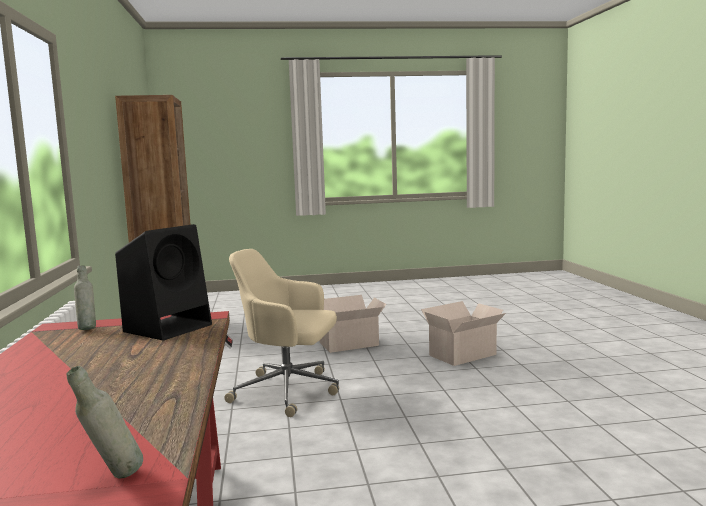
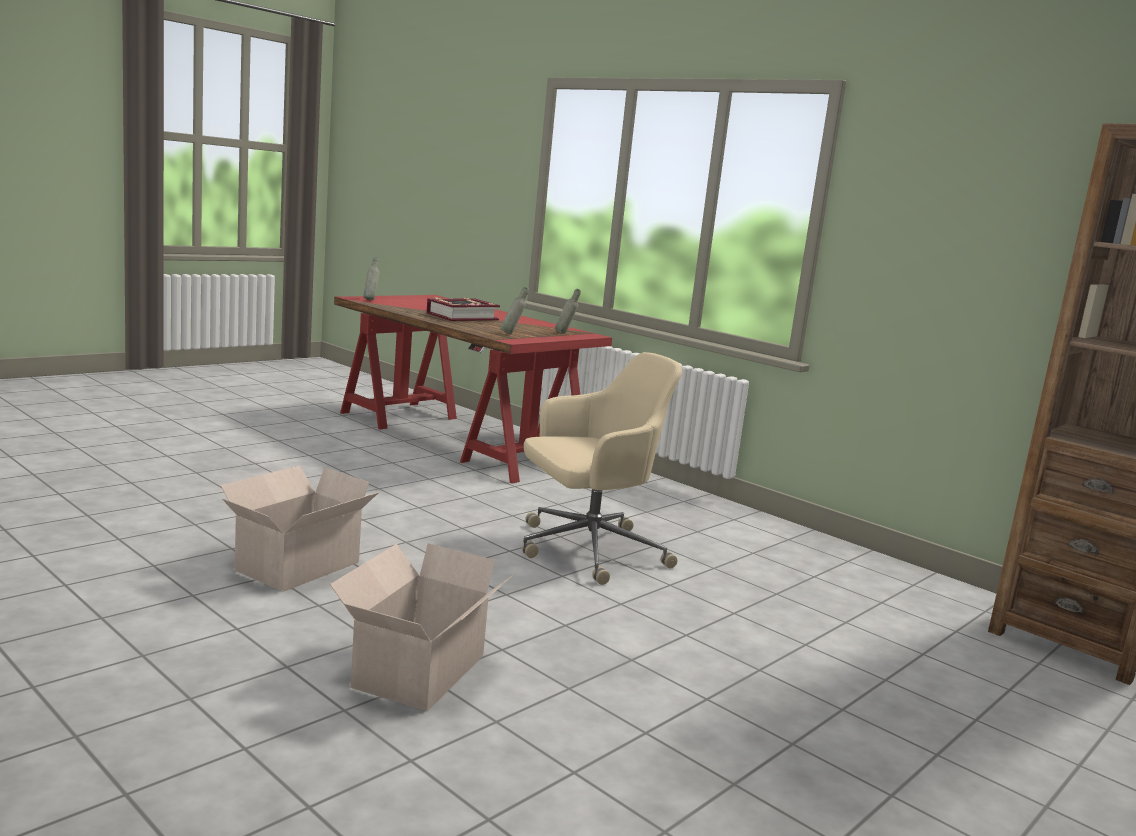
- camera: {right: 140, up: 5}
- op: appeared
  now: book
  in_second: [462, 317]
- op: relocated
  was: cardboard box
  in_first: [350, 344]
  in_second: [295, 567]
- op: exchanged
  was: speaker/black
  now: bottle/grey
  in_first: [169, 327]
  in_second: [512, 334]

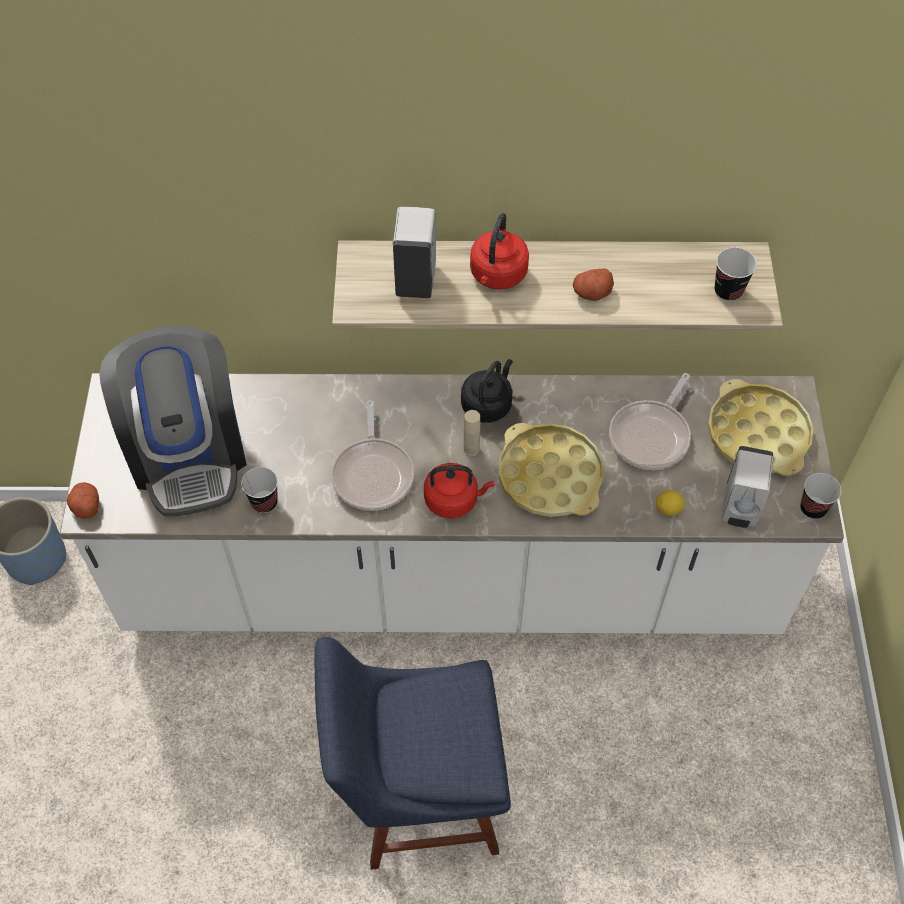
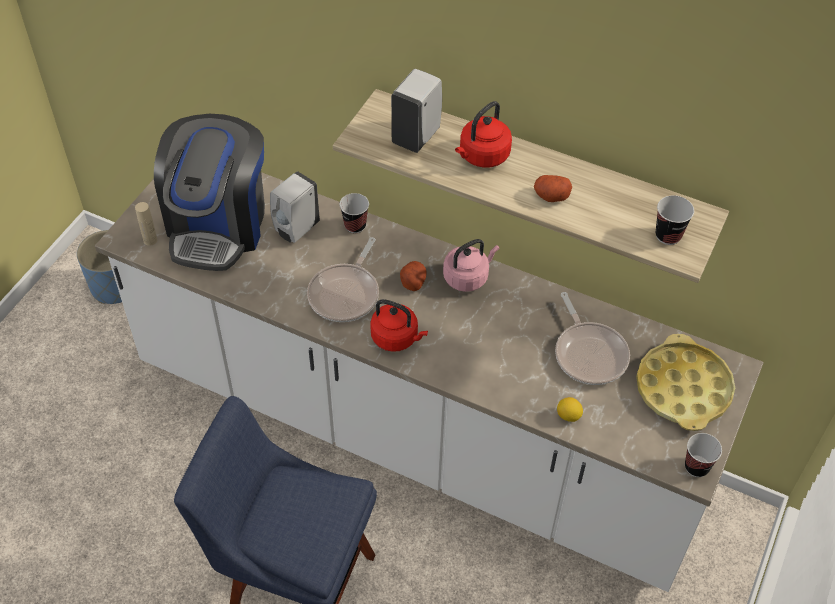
- camera: {right: 25, up: -5}
- op: missing
  was: tray/yellow
  in_first: [549, 476]
- op: relocated
  was: potato
  in_first: [86, 506]
  in_second: [413, 281]
- op: relocated
  was: cup
  in_first: [264, 502]
  in_second: [355, 225]
- op: relocated
  was: bottle/beige
  in_first: [471, 449]
  in_second: [150, 240]
- op: relocated
  was: soap dispenser/white
  in_first: [739, 509]
  in_second: [295, 230]
- op: colour
  was: kettle/black
  now: kettle/pink
  in_first: [488, 404]
  in_second: [467, 277]
- op: spun
  was: frying pan
  in_first: [651, 436]
  in_second: [589, 353]
  clockwise: -75

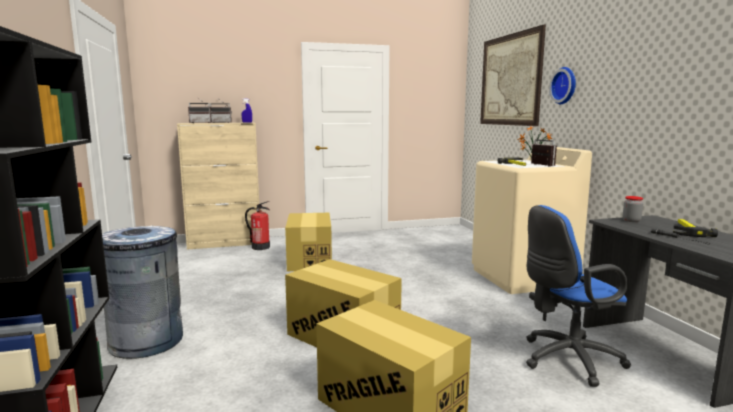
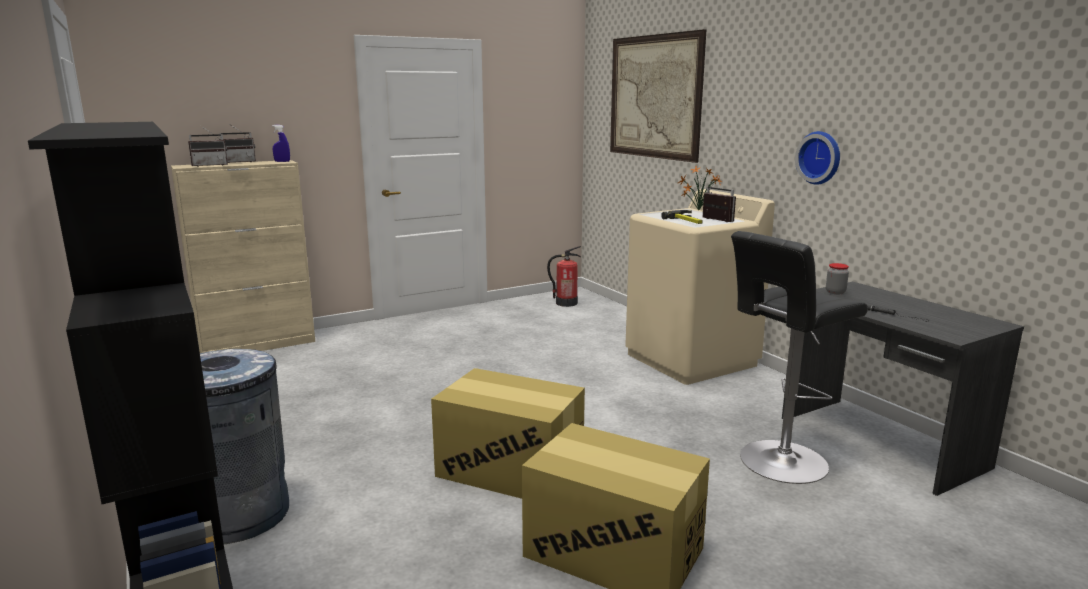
- camera: {right: -15, up: 5}
- op: missing
  was: cardboard box
  in_first: [309, 260]
- op: missing
  was: hammer
  in_first: [686, 230]
- op: relocated
  was: fire extinguisher
  in_first: [260, 247]
  in_second: [566, 303]
- op: relocated
  was: wall clock
  in_first: [565, 85]
  in_second: [820, 157]
- op: exchanged
  was: office chair/blue
  now: stool/black
  in_first: [566, 360]
  in_second: [779, 463]

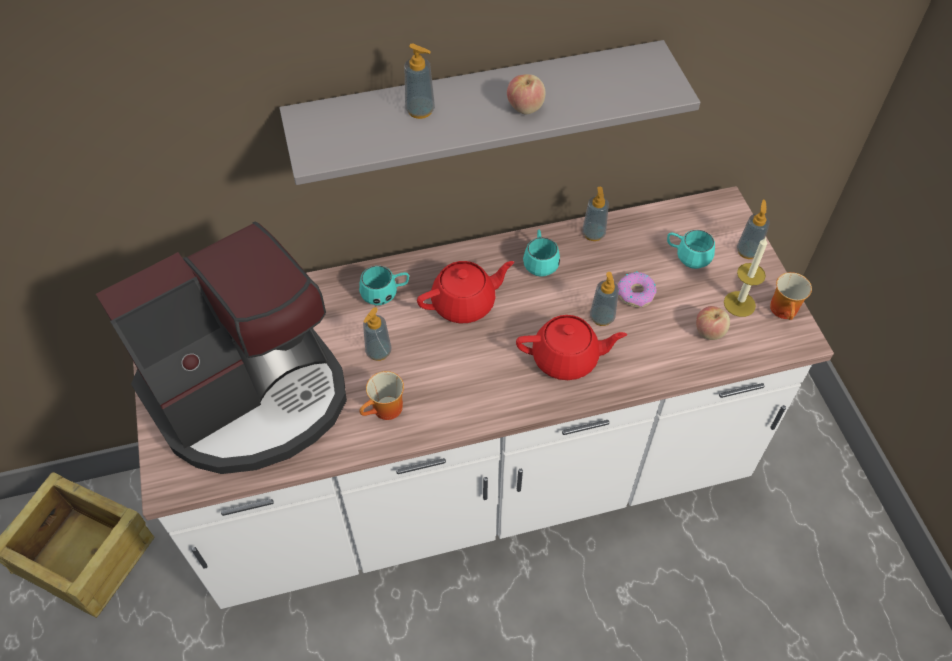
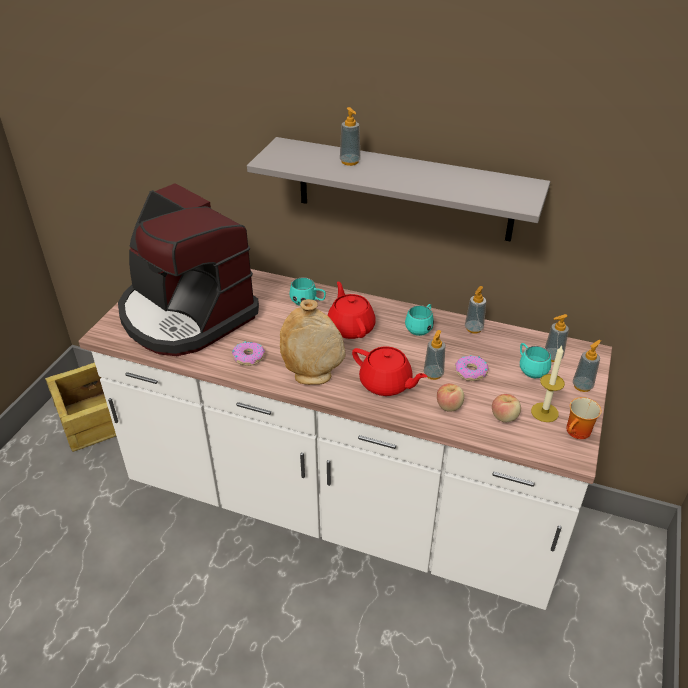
- camera: {right: 35, up: -15}
- op: appeared
  now: vase/beige
  in_second: [313, 377]
- op: relocated
  was: soap dispenser
  in_first: [378, 352]
  in_second: [552, 357]
- op: relocated
  was: apple
  in_first: [525, 107]
  in_second: [449, 406]
- op: exchanged
  was: mug
  now: donut
  in_first: [386, 411]
  in_second: [248, 357]
- op: spun
  was: coffee machine
  in_first: [250, 394]
  in_second: [186, 314]
  clockwise: 45
- op: spun
  was: teapot/red
  in_first: [465, 303]
  in_second: [351, 327]
  clockwise: -120

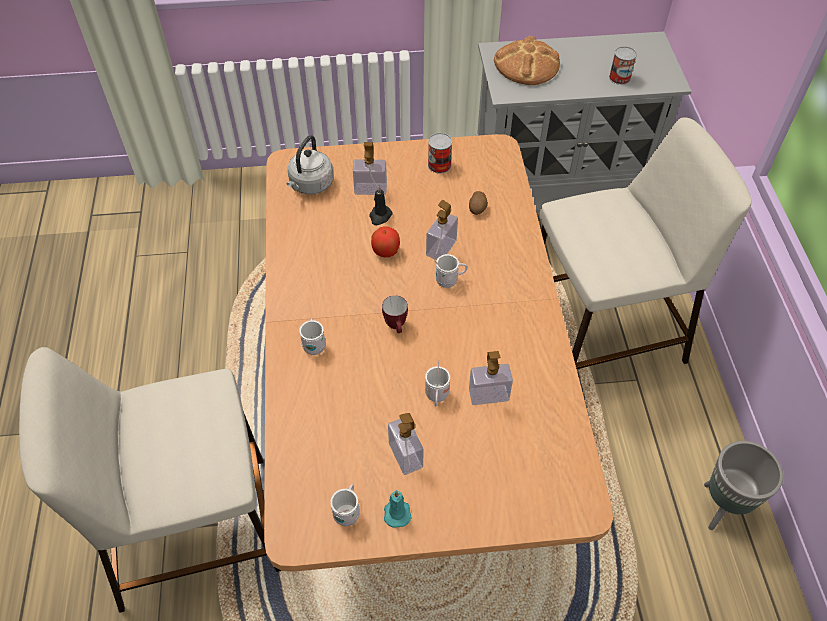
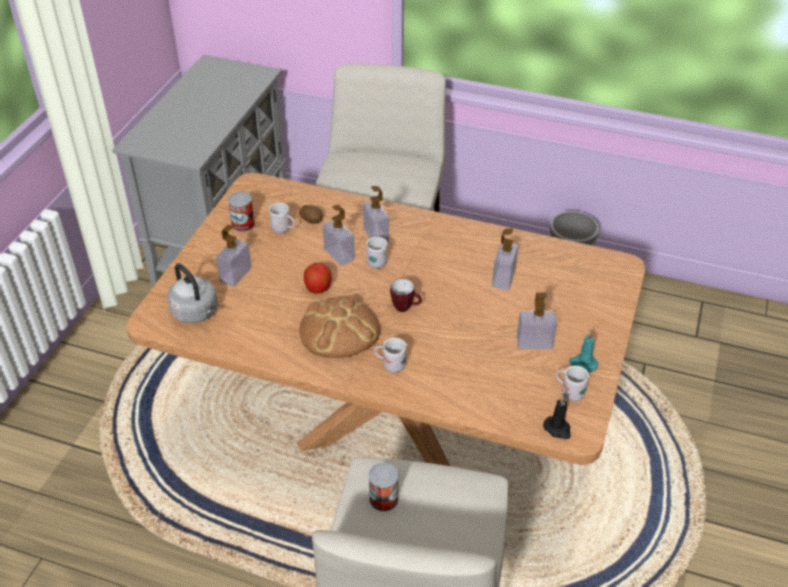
- camera: {right: -65, up: -10}
- op: appeared
  now: soap dispenser
  in_second: [376, 235]
- op: relocated
  was: candle/black
  in_first: [380, 216]
  in_second: [558, 429]
- op: relocated
  was: mug/white
  in_first: [436, 397]
  in_second: [283, 229]
- op: relocated
  was: bread
  in_first: [526, 65]
  in_second: [339, 330]
- op: relocated
  was: can
  in_first: [619, 78]
  in_second: [383, 499]

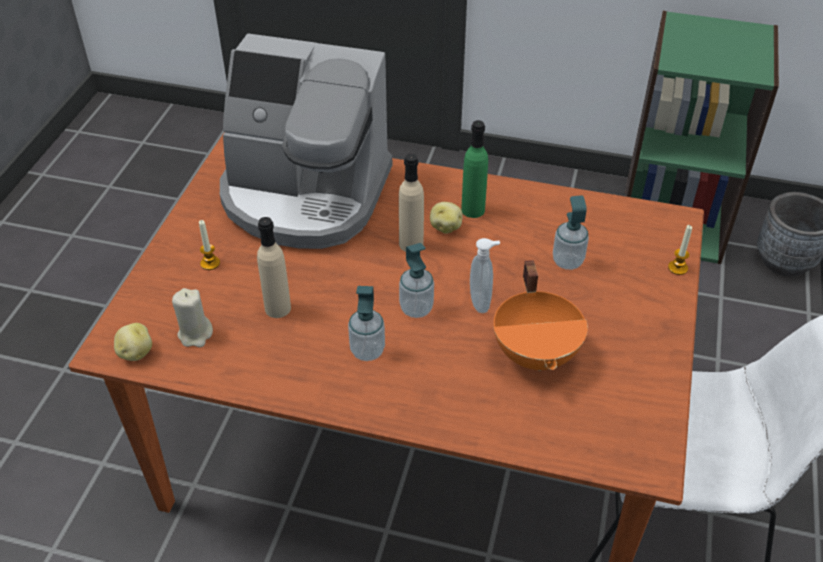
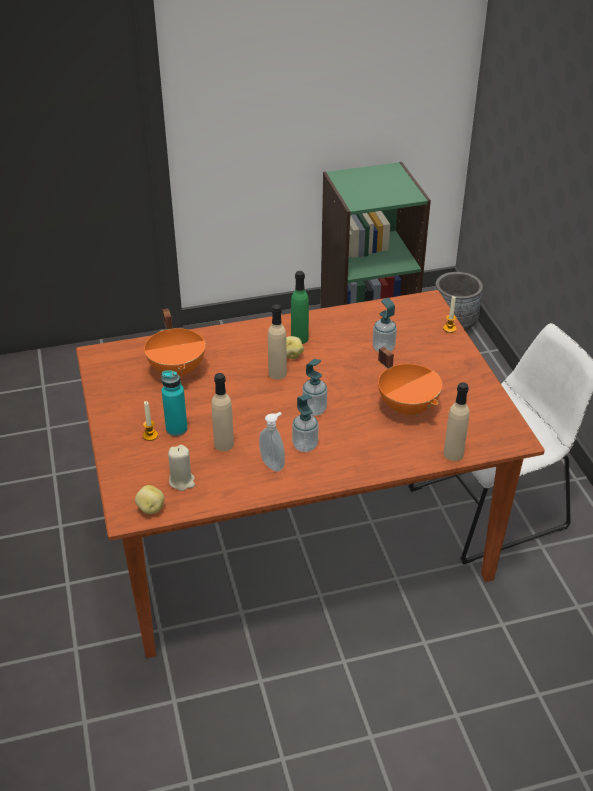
- camera: {right: -30, up: -5}
- op: appeared
  now: bottle/turquoise
  in_second: [176, 429]
- op: appeared
  now: bottle/beige
  in_second: [453, 454]
- op: relocated
  was: soap dispenser
  in_first: [481, 302]
  in_second: [273, 464]
- op: exchanged
  was: coffee machine
  now: cooking pot/orange
  in_first: [305, 195]
  in_second: [178, 369]

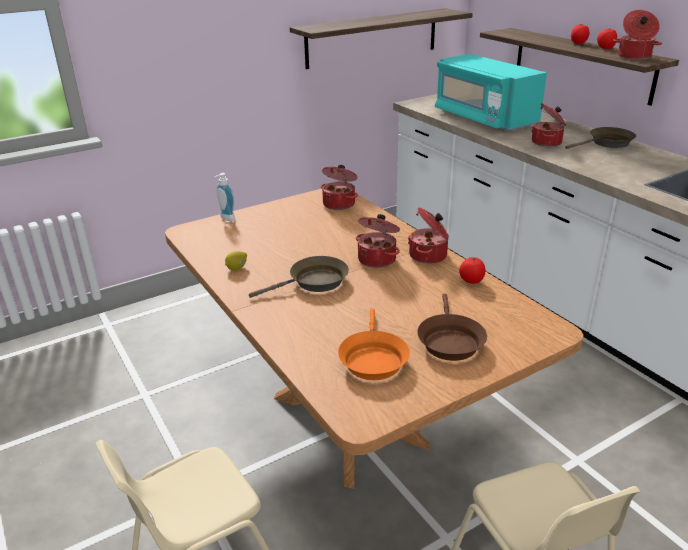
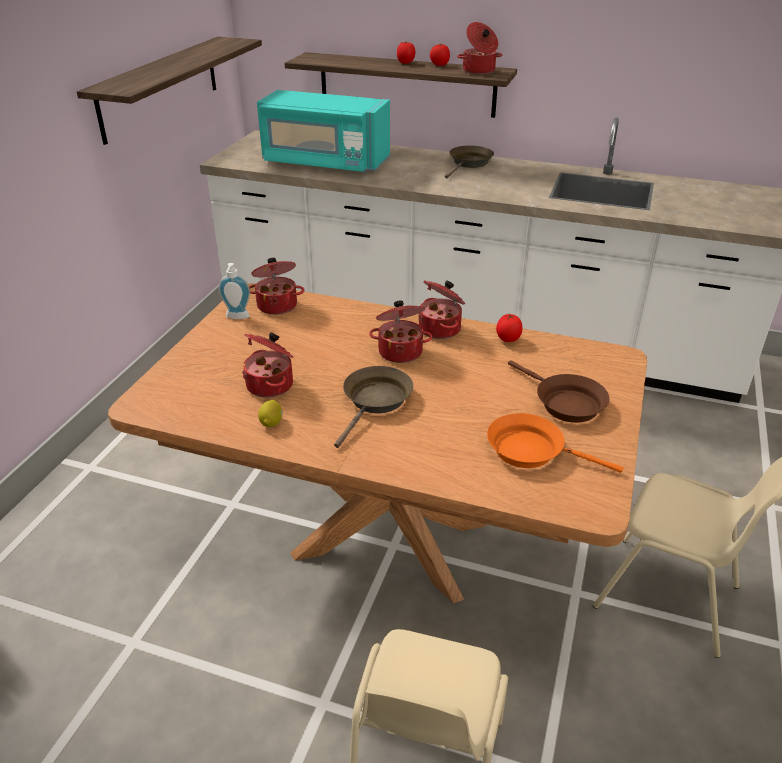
- camera: {right: -40, up: 5}
- op: relocated
  was: soap dispenser
  in_first: [226, 219]
  in_second: [237, 318]
- op: relocated
  was: cooking pot
  in_first: [547, 142]
  in_second: [271, 385]
- op: spun
  was: frying pan/orange
  in_first: [372, 359]
  in_second: [531, 451]
  clockwise: 150

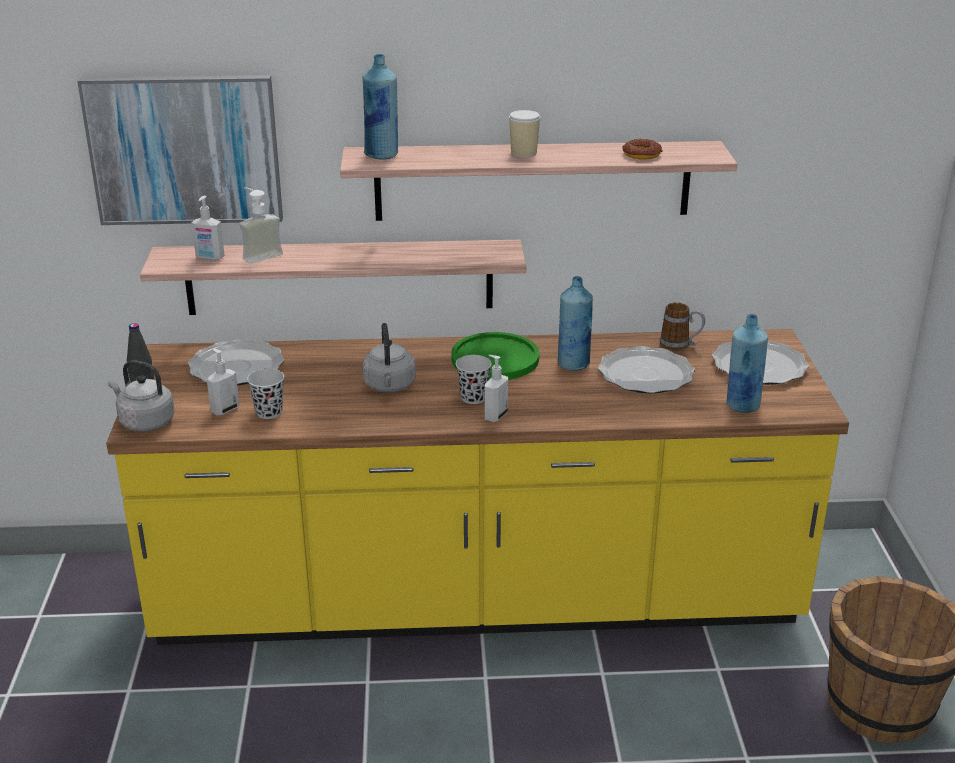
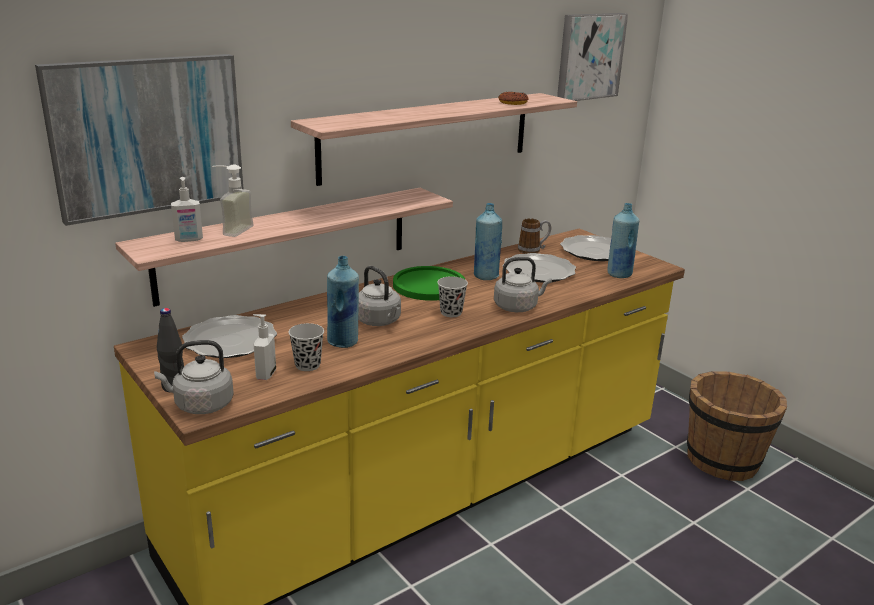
- camera: {right: -35, up: -5}
- op: missing
  was: soap dispenser
  in_first: [495, 416]
- op: missing
  was: cup
  in_first: [523, 153]
- op: appeared
  now: kettle/grey
  in_second: [517, 307]
- op: appeared
  now: picture
  in_second: [589, 56]
- op: relocated
  was: bottle/blue
  in_first: [382, 155]
  in_second: [343, 342]

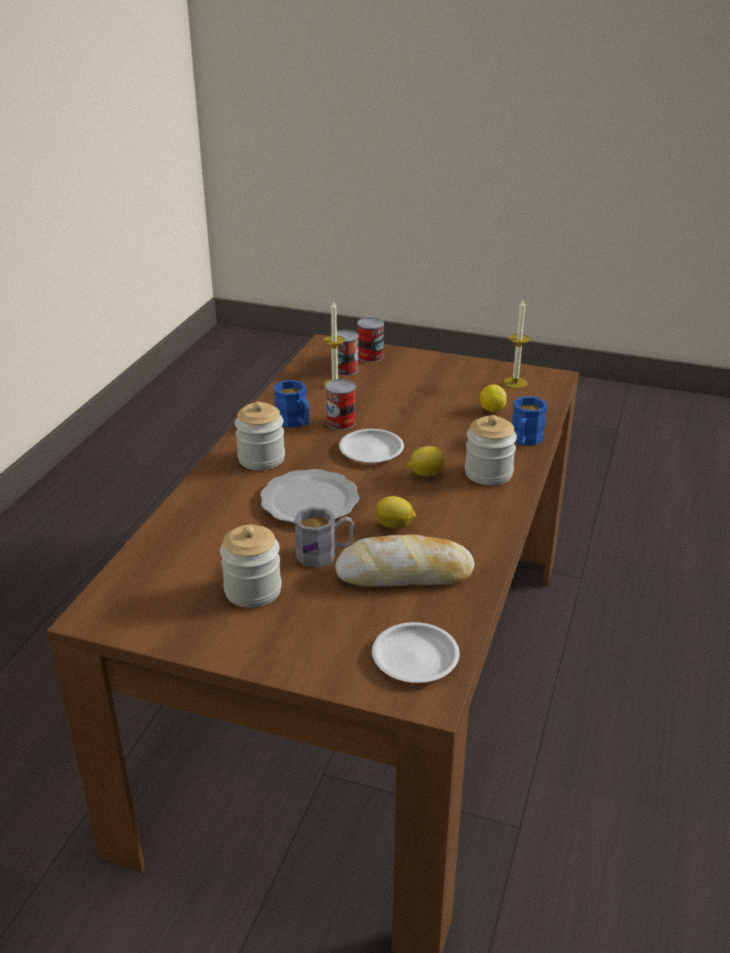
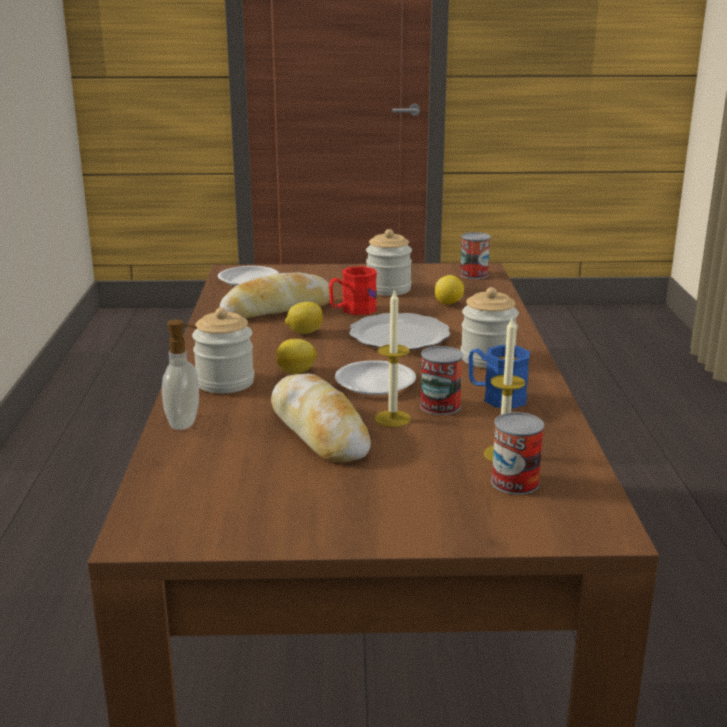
- camera: {right: 160, up: -10}
- op: appeared
  now: bread
  in_second: [319, 431]
- op: relocated
  was: can
  in_first: [370, 356]
  in_second: [474, 274]
- op: relocated
  was: lemon
  in_first: [492, 410]
  in_second: [449, 304]
- op: relocated
  was: candle
  in_first: [515, 382]
  in_second: [392, 418]
- op: exchanged
  was: mug/blue
  now: soap dispenser
  in_first: [525, 440]
  in_second: [185, 423]
- op: colour
  was: mug/grey
  now: mug/red
  in_first: [324, 554]
  in_second: [352, 310]

